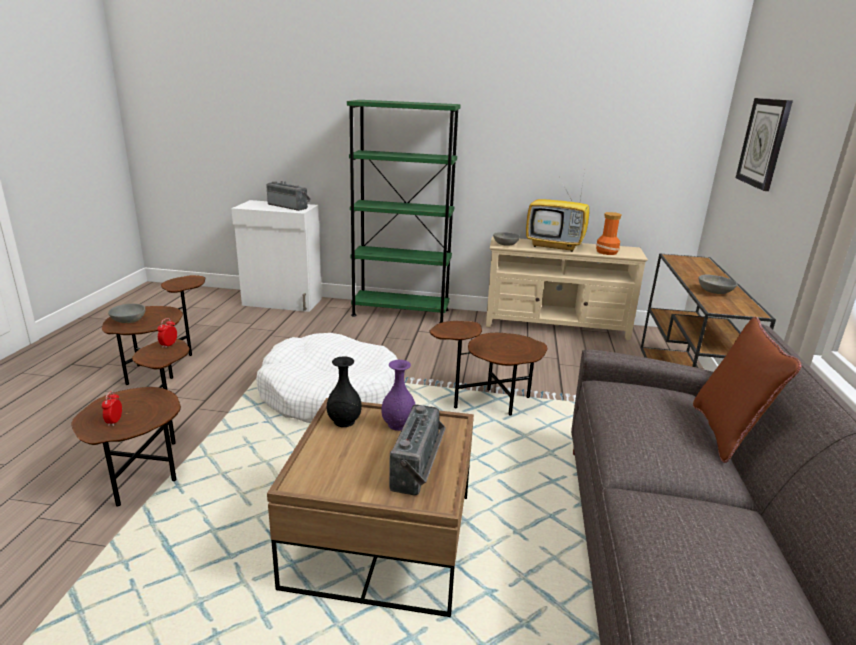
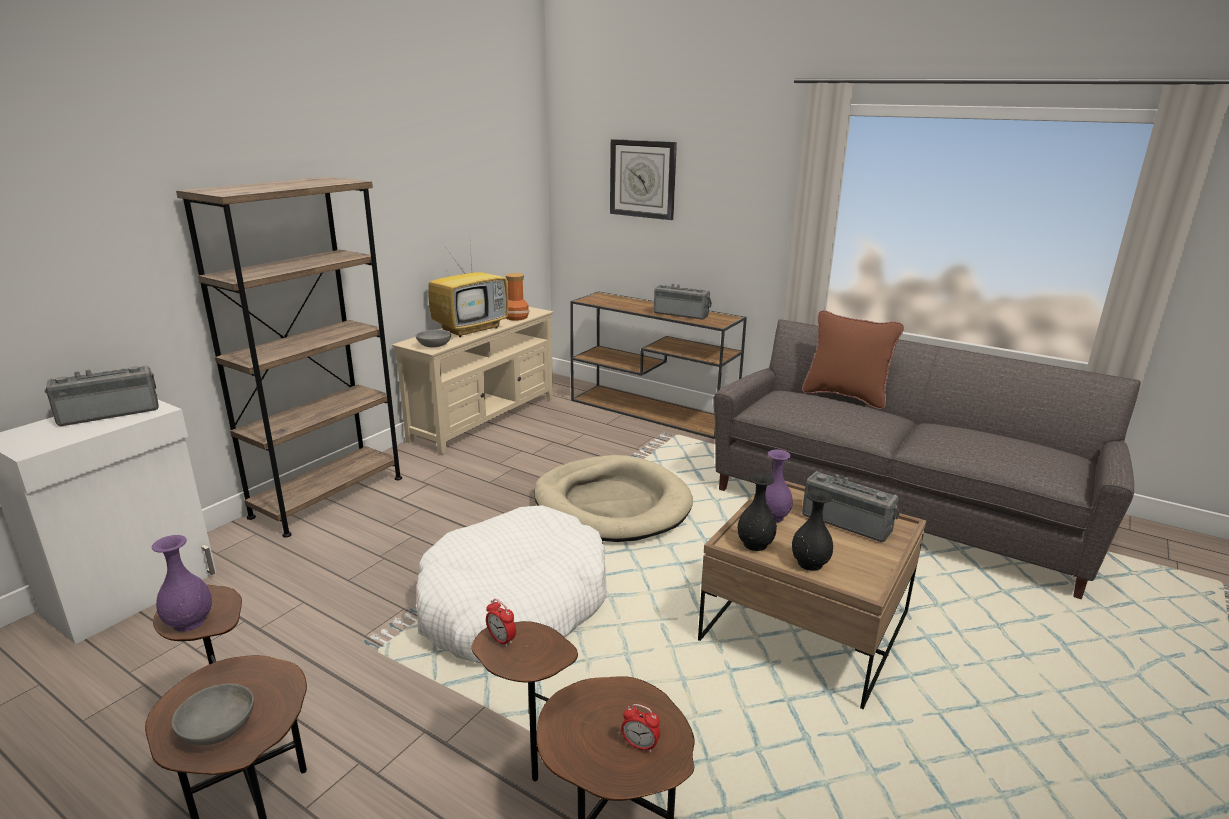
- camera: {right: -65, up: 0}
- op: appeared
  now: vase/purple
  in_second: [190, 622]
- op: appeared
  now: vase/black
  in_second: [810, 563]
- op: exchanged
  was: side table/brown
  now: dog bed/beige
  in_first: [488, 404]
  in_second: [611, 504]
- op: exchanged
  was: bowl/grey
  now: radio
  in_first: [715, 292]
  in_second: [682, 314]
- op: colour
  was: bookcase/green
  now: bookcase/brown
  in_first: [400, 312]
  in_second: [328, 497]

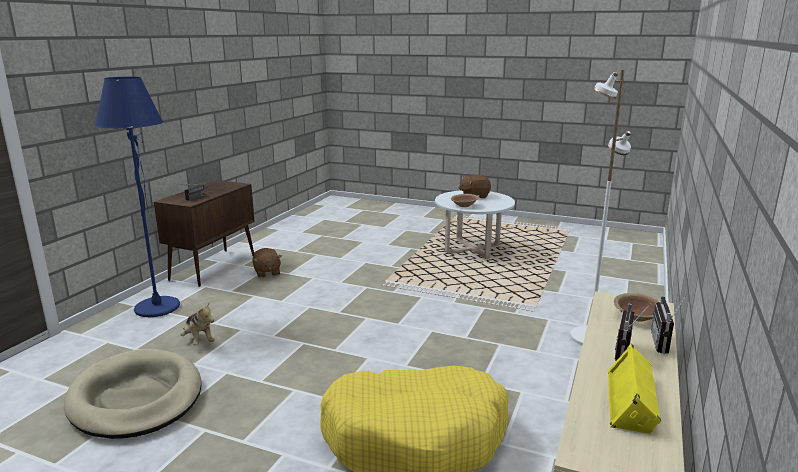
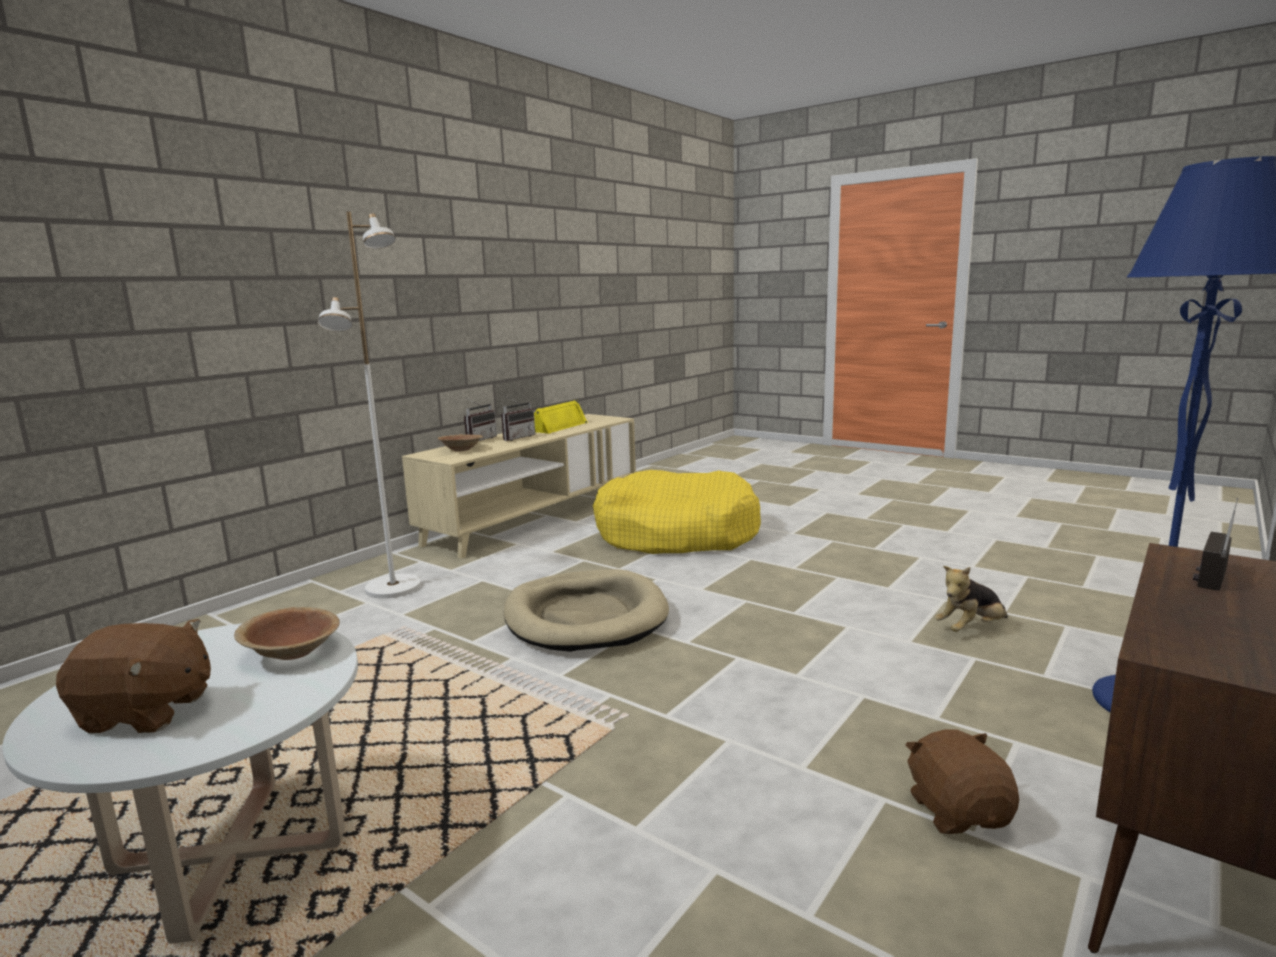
- camera: {right: -165, up: -5}
- op: relocated
  was: dog bed/beige
  in_first: [136, 398]
  in_second: [585, 617]
- op: spun
  was: plush toy
  in_first: [198, 340]
  in_second: [971, 629]
  clockwise: -90

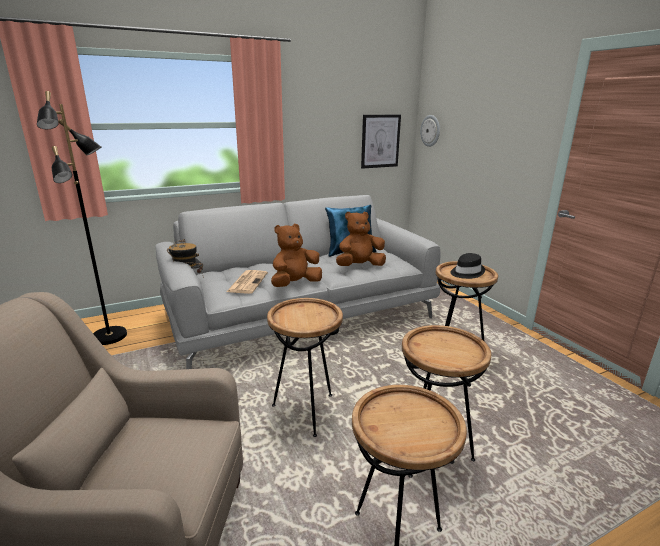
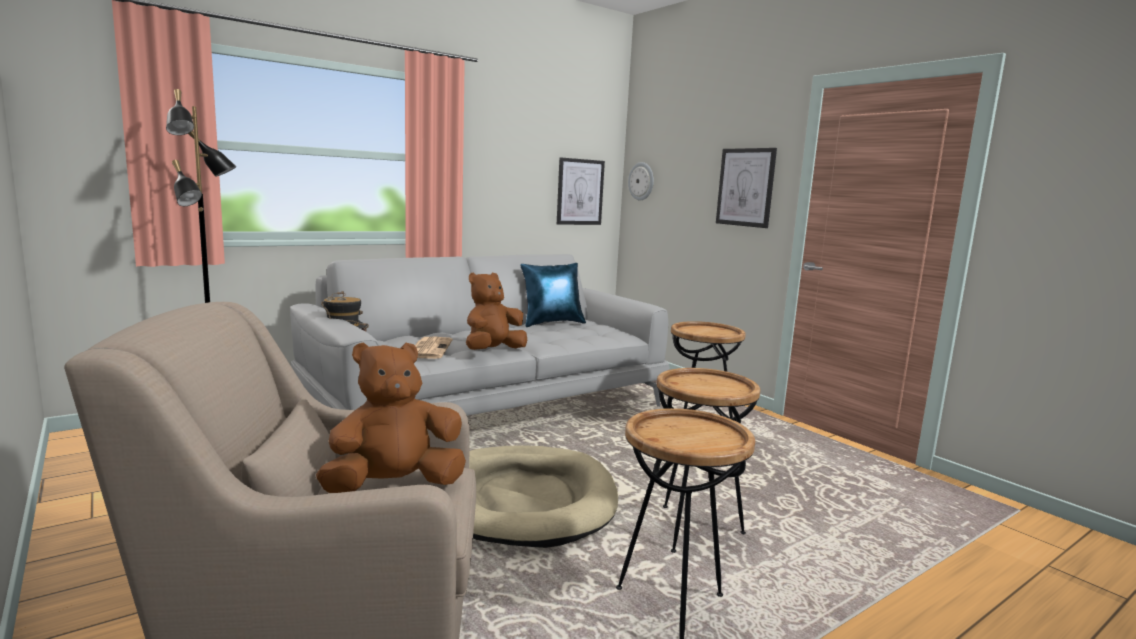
- camera: {right: -10, up: -10}
- op: missing
  was: hat/black
  in_first: [466, 272]
- op: appeared
  now: picture
  in_second: [745, 187]
- op: relocated
  was: plush toy/brown
  in_first: [359, 266]
  in_second: [394, 486]
- op: exchanged
  was: side table/brown
  now: dog bed/beige
  in_first: [306, 412]
  in_second: [526, 500]

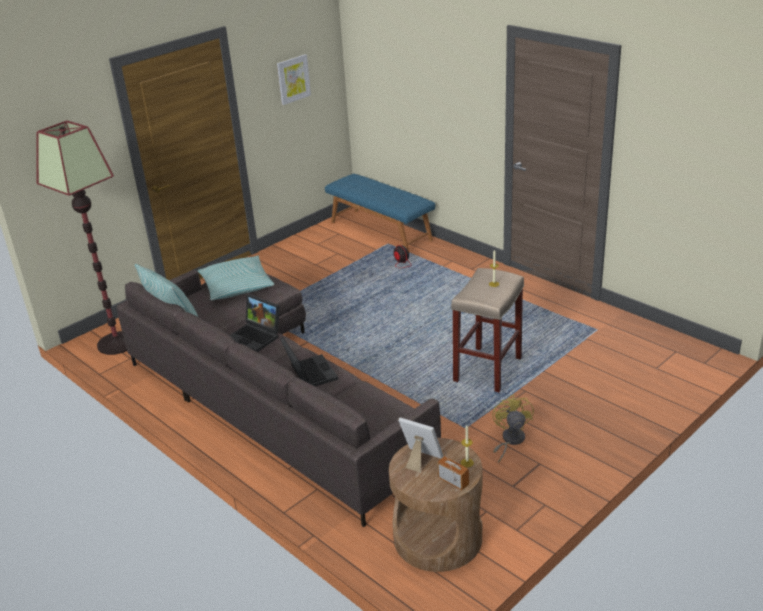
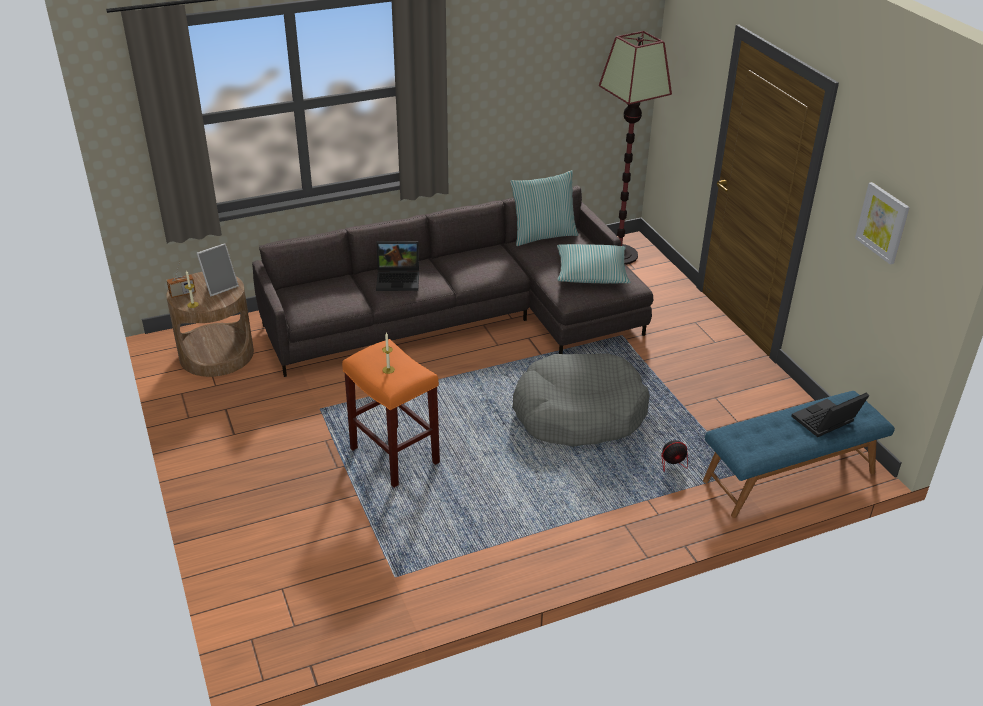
- camera: {right: 110, up: 5}
- op: missing
  was: fan/yellow
  in_first: [510, 440]
- op: appeared
  now: dog bed/grey
  in_second: [578, 413]
- op: relocated
  was: laptop
  in_first: [257, 336]
  in_second: [825, 422]
- op: colour
  was: stool/beige
  now: stool/orange
  in_first: [488, 370]
  in_second: [393, 455]

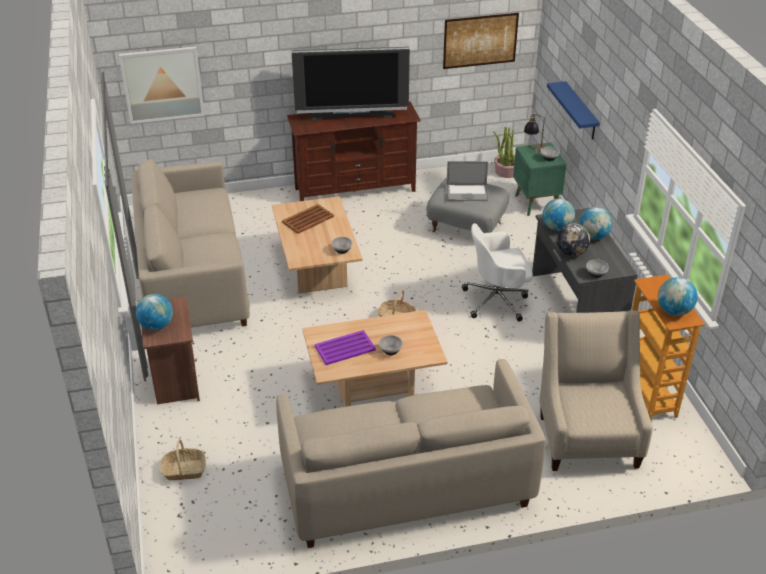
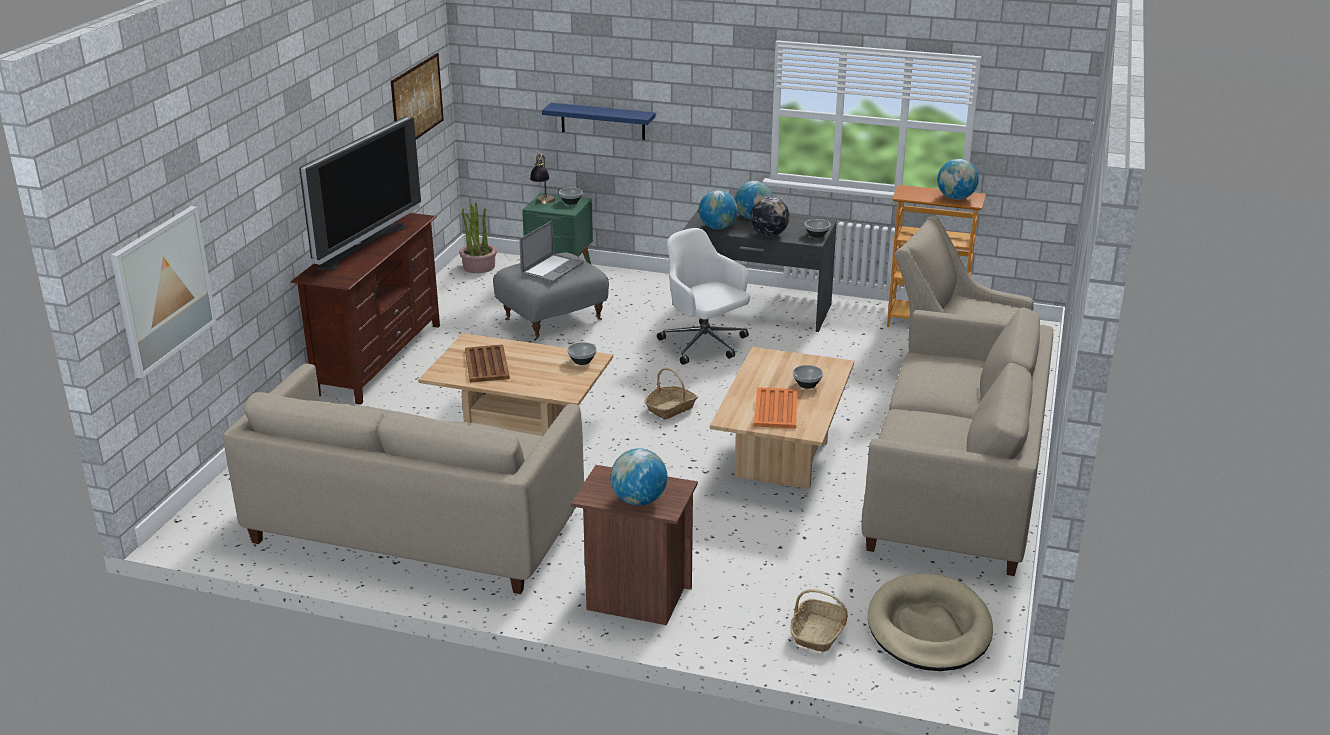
- camera: {right: -60, up: -10}
- op: appeared
  now: dog bed/beige
  in_second: [929, 628]
- op: colour
  was: tray/purple
  now: tray/orange
  in_first: [344, 348]
  in_second: [775, 409]
- op: spun
  was: office chair/white
  in_first: [497, 300]
  in_second: [705, 345]
  clockwise: 120

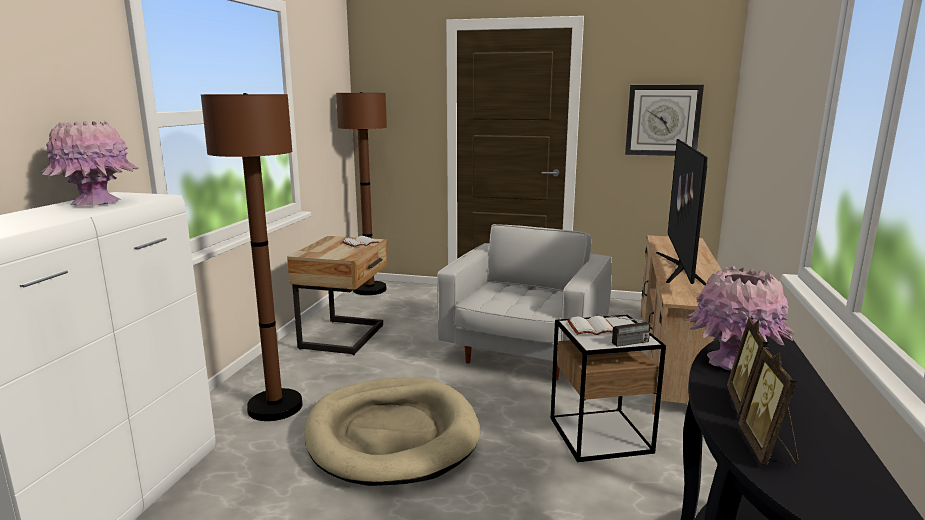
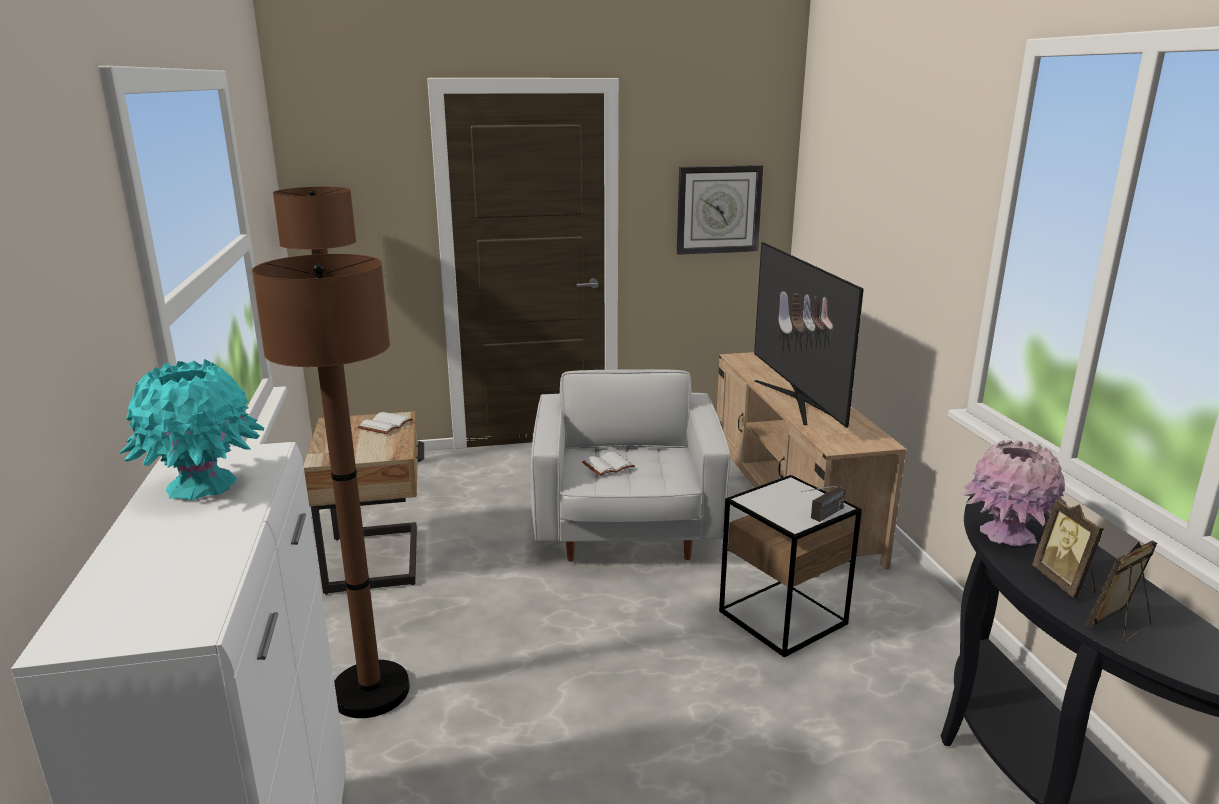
- camera: {right: -25, up: 5}
- op: missing
  was: dog bed/beige
  in_first: [392, 435]
- op: relocated
  was: book/white
  in_first: [591, 327]
  in_second: [608, 465]
- op: colour
  was: vase/pink
  now: vase/turquoise
  in_first: [96, 203]
  in_second: [203, 486]
- op: spun
  was: picture frame
  in_first: [767, 448]
  in_second: [1119, 626]
  clockwise: 75

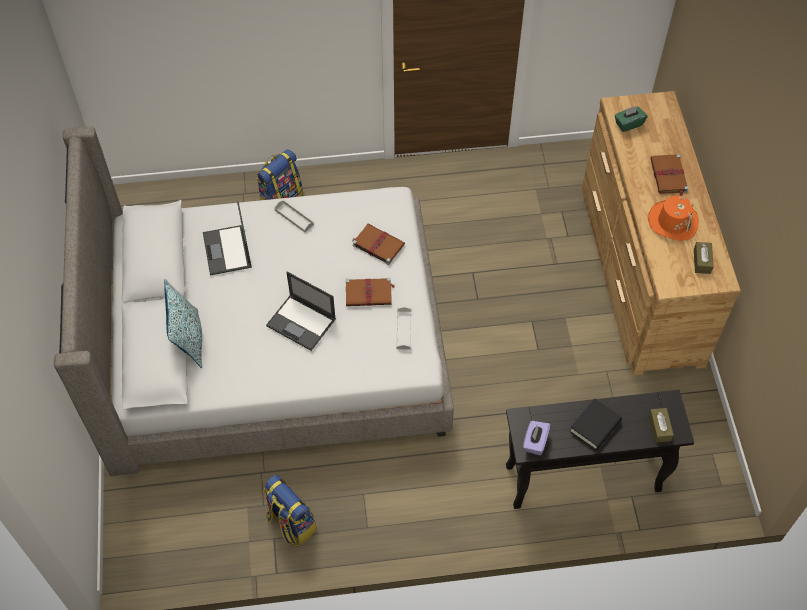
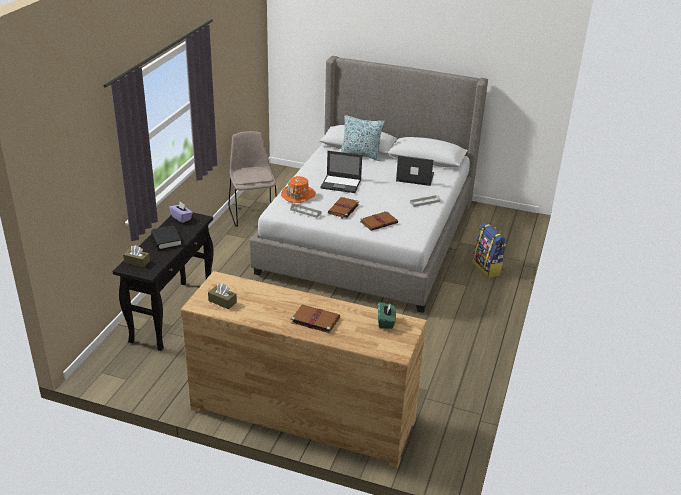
- camera: {right: 115, up: -25}
- op: relocated
  was: hat/orange
  in_first: [673, 221]
  in_second: [298, 195]
- op: exchanged
  was: backpack
  now: chair/beige
  in_first: [291, 523]
  in_second: [253, 213]
- op: spun
  was: laptop
  in_first: [302, 323]
  in_second: [341, 184]
  clockwise: -135

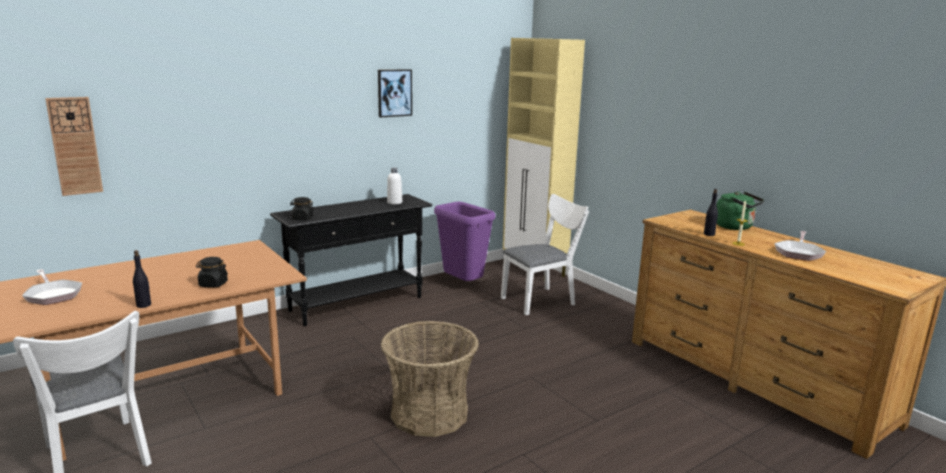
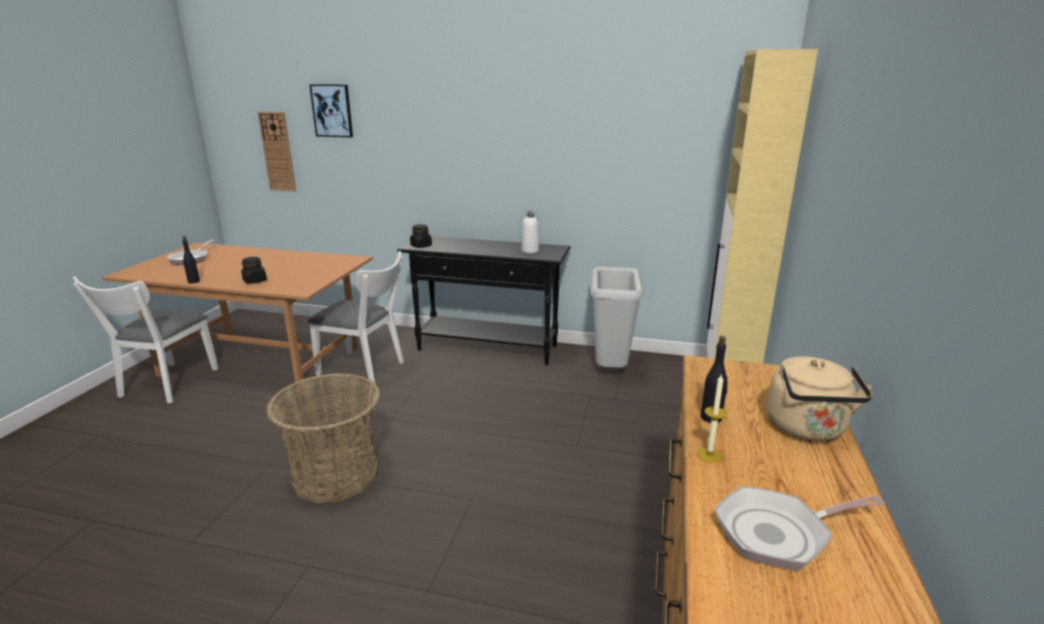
- camera: {right: 50, up: 5}
- op: relocated
  was: picture
  in_first: [394, 93]
  in_second: [332, 110]
- op: relocated
  was: chair/white
  in_first: [542, 300]
  in_second: [366, 369]
- op: colour
  was: trash can/purple
  now: trash can/grey
  in_first: [463, 285]
  in_second: [611, 370]
- op: colour
  was: kettle/green
  now: kettle/beige
  in_first: [736, 227]
  in_second: [808, 429]

